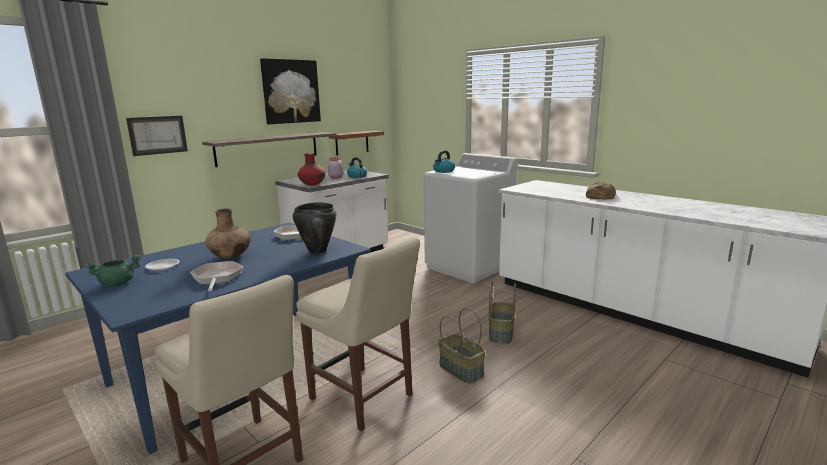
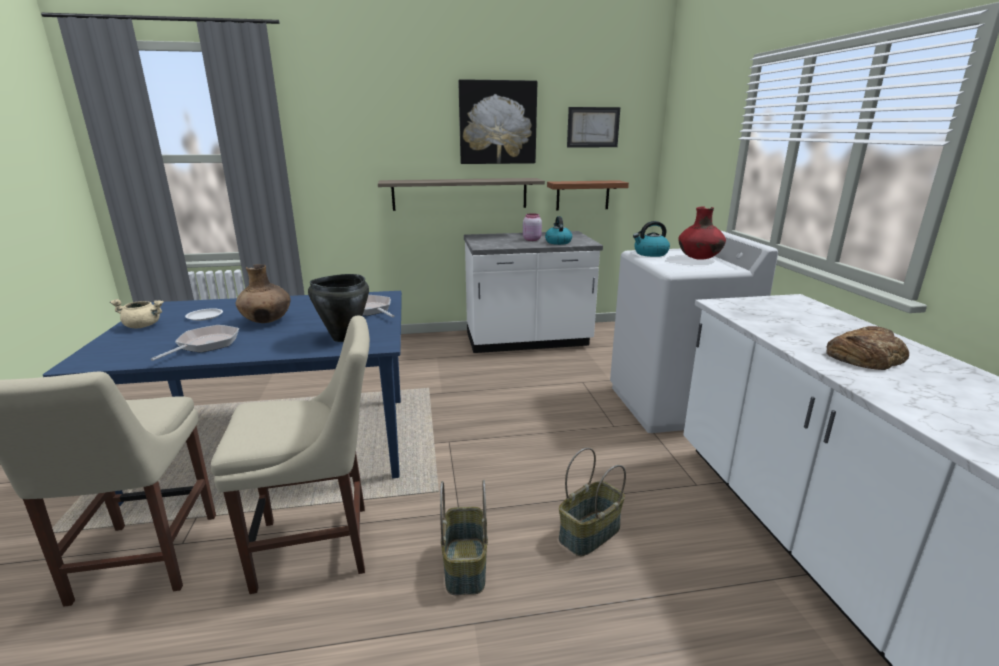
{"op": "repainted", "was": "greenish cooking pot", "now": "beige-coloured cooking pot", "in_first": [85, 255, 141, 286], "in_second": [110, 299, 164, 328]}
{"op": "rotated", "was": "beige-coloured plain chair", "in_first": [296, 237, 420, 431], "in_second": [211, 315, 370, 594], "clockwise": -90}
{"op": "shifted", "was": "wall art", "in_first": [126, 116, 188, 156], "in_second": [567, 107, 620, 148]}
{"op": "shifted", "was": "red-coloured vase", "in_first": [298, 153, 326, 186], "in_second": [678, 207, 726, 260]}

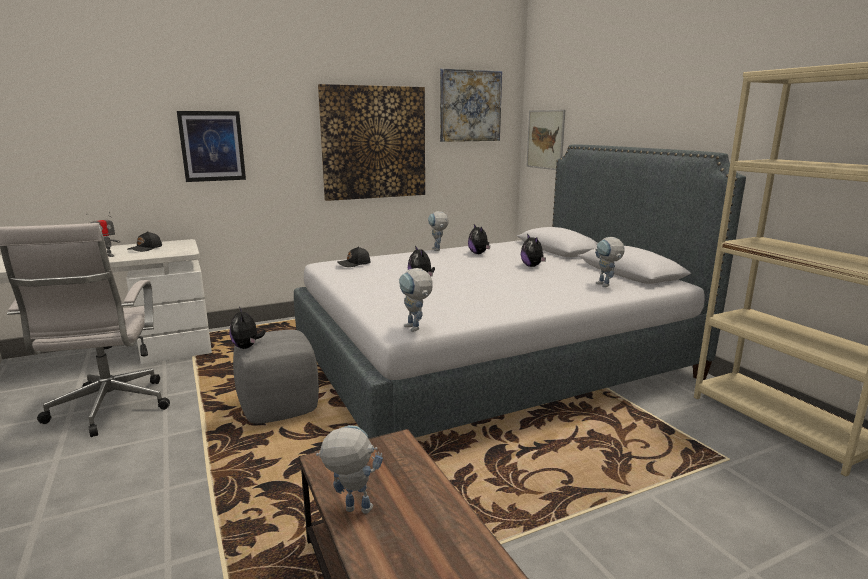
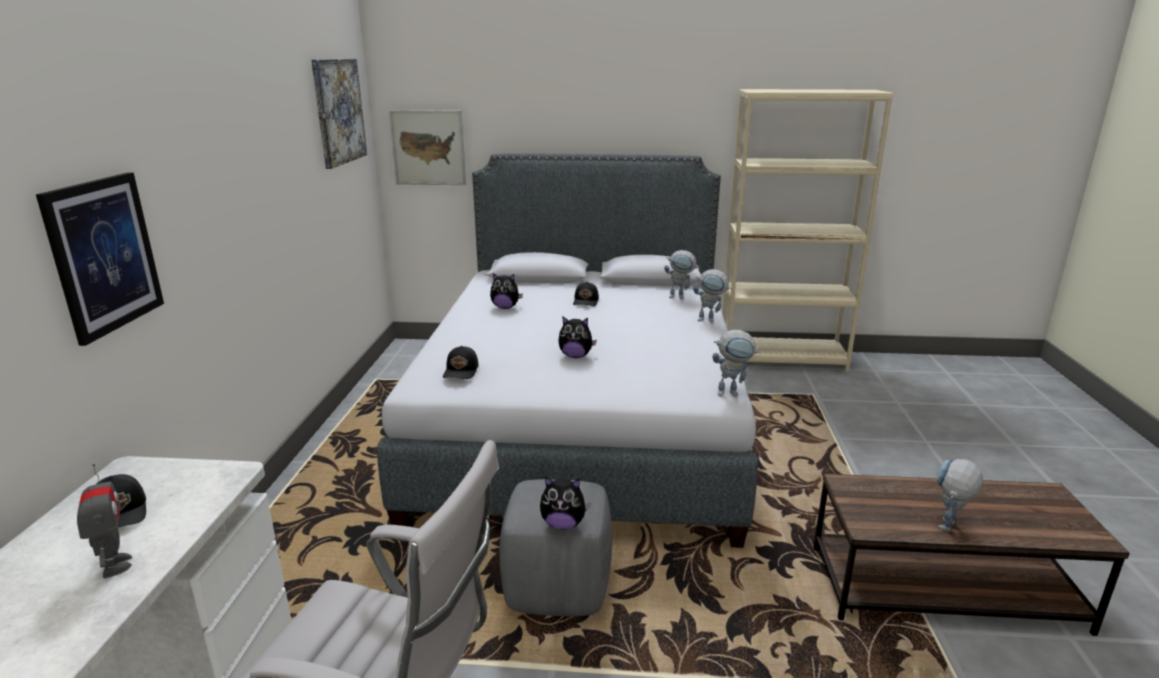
{"op": "swapped", "was": "plush toy", "now": "black baseball cap", "in_first": [521, 234, 546, 267], "in_second": [573, 282, 599, 306]}
{"op": "shifted", "was": "model robot", "in_first": [428, 211, 448, 251], "in_second": [693, 269, 732, 323]}
{"op": "gone", "was": "wall art", "in_first": [318, 84, 425, 201]}

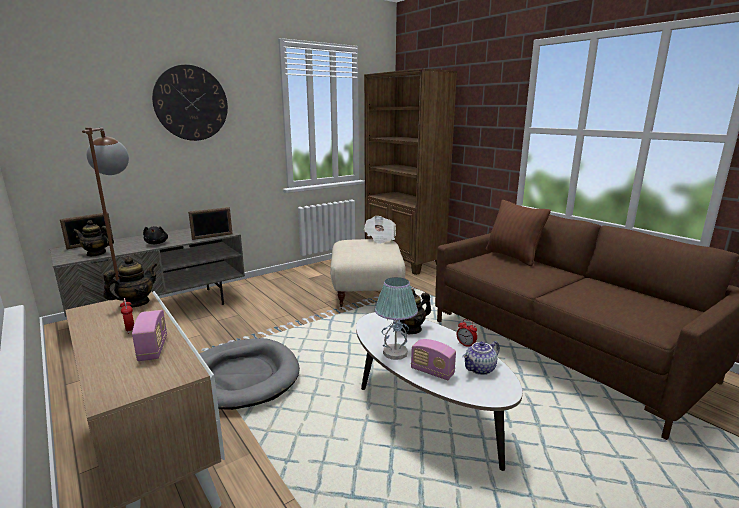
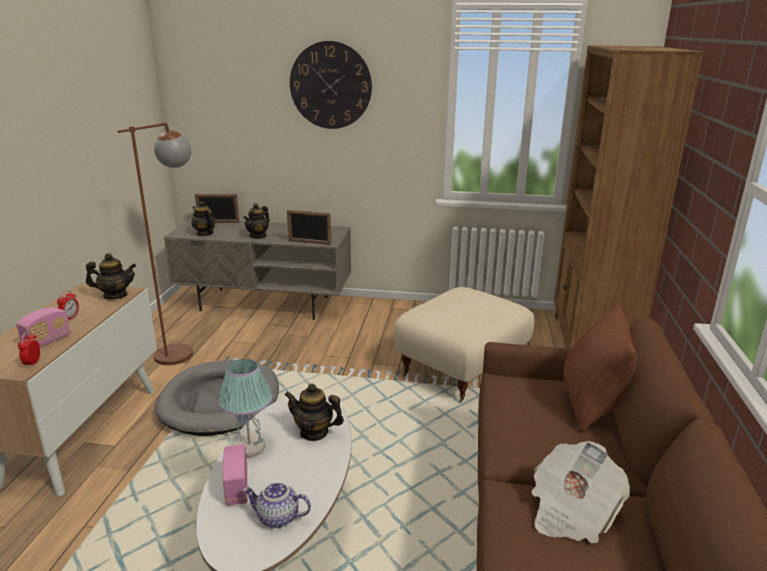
{"op": "shifted", "was": "bedside clock", "in_first": [457, 319, 477, 347], "in_second": [18, 332, 40, 368]}
{"op": "swapped", "was": "black plush toy", "now": "teapot", "in_first": [143, 226, 168, 244], "in_second": [243, 203, 270, 239]}
{"op": "shifted", "was": "newspaper", "in_first": [364, 216, 396, 244], "in_second": [531, 441, 630, 543]}

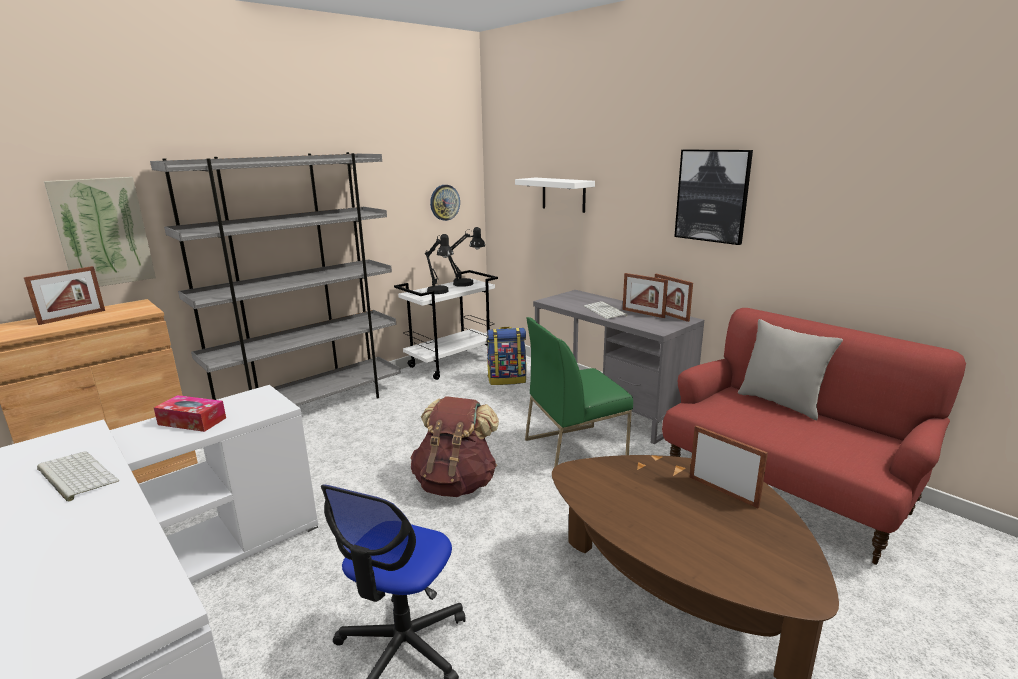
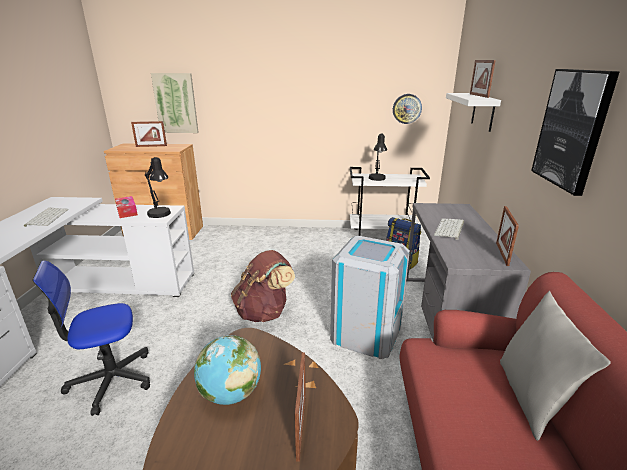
{"op": "shifted", "was": "black tabletop lamp", "in_first": [448, 227, 485, 287], "in_second": [145, 157, 171, 218]}
{"op": "new", "now": "world globe", "in_second": [194, 335, 261, 405]}
{"op": "swapped", "was": "greenish plain chair", "now": "greyish rubbish bin", "in_first": [525, 317, 633, 468], "in_second": [330, 236, 410, 359]}
{"op": "shifted", "was": "picture frame", "in_first": [623, 273, 668, 318], "in_second": [470, 60, 496, 98]}
{"op": "gone", "was": "greyish bookshelf", "in_first": [150, 152, 401, 406]}

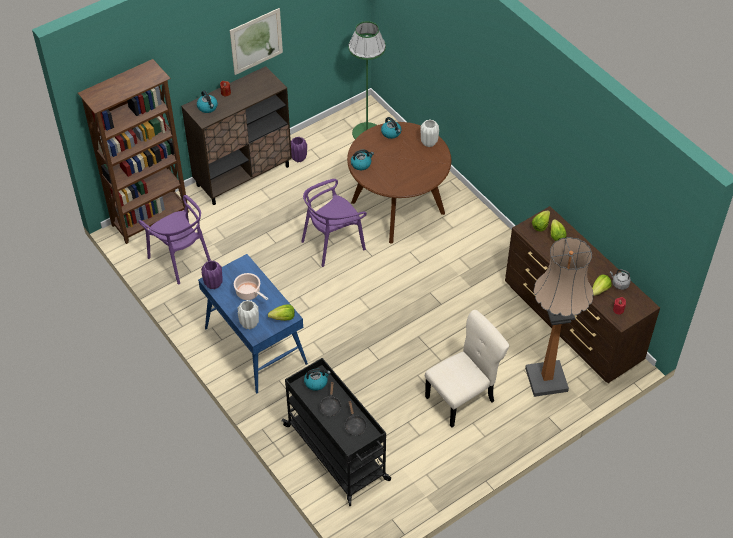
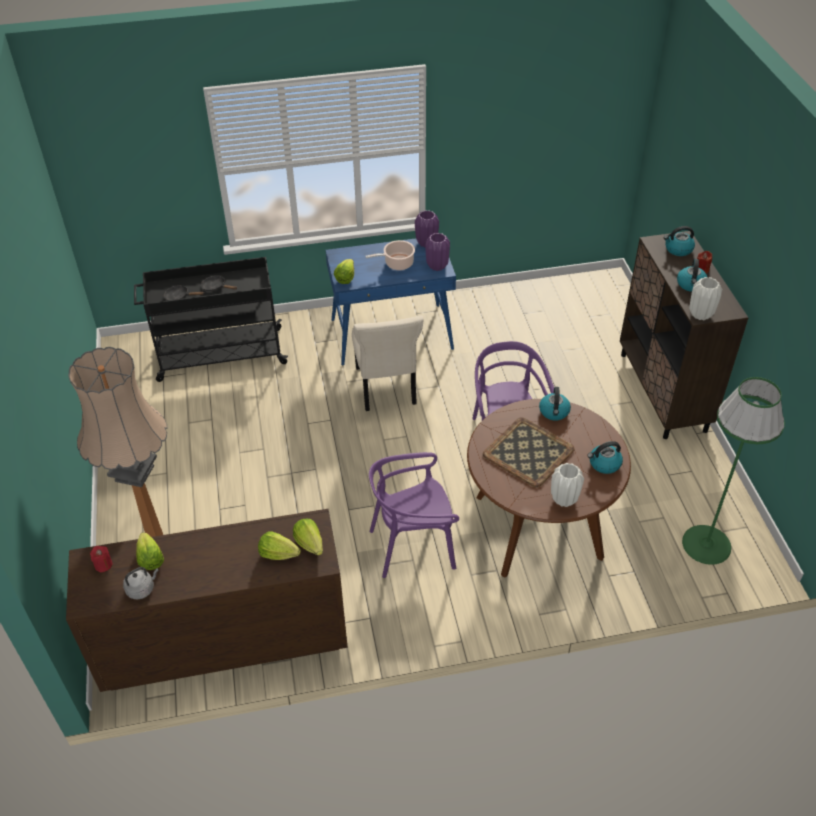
{"op": "shifted", "was": "beige-coloured plain chair", "in_first": [425, 310, 509, 427], "in_second": [352, 315, 423, 411]}
{"op": "shifted", "was": "purple plain chair", "in_first": [138, 195, 211, 285], "in_second": [369, 452, 459, 578]}
{"op": "shifted", "was": "purple vase", "in_first": [291, 137, 307, 162], "in_second": [425, 233, 450, 271]}
{"op": "new", "now": "carrying tray", "in_second": [483, 417, 575, 488]}
{"op": "shifted", "was": "water kettle", "in_first": [304, 368, 331, 391], "in_second": [677, 259, 708, 292]}
{"op": "shifted", "was": "white-coloured vase", "in_first": [237, 300, 259, 329], "in_second": [689, 277, 722, 320]}
{"op": "gone", "was": "brown-coloured bookshelf", "in_first": [78, 59, 189, 244]}
{"op": "gone", "was": "wall art", "in_first": [230, 8, 283, 75]}

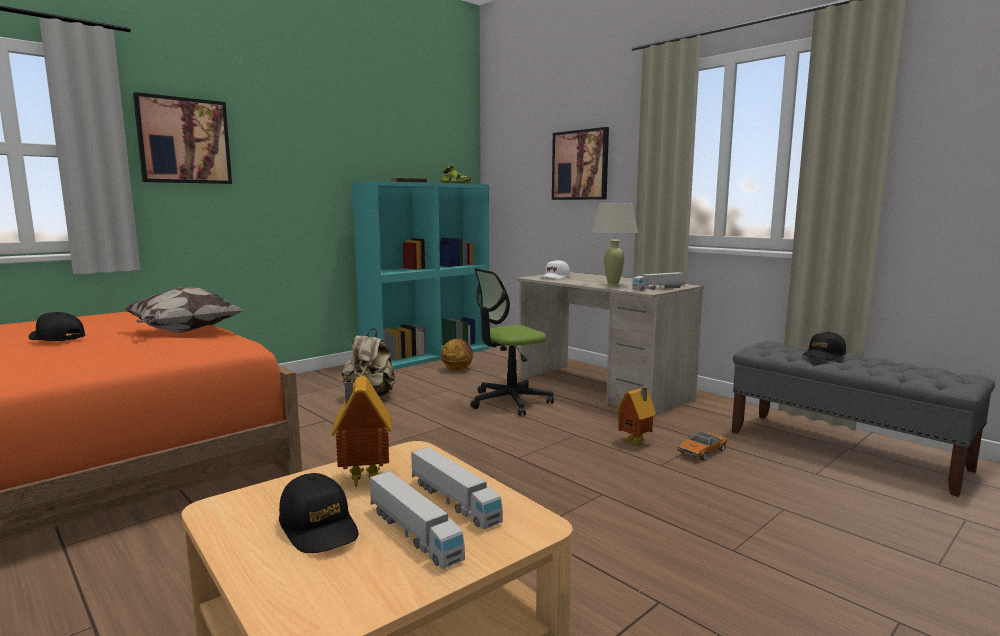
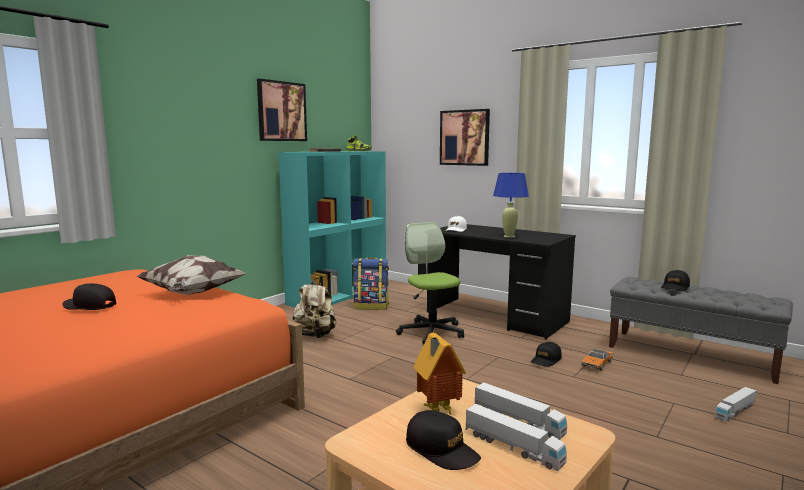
{"op": "shifted", "was": "wall art", "in_first": [133, 92, 232, 184], "in_second": [257, 78, 307, 141]}
{"op": "swapped", "was": "basketball ball", "now": "knapsack", "in_first": [441, 339, 473, 371], "in_second": [353, 257, 389, 310]}
{"op": "rotated", "was": "desk chair", "in_first": [470, 268, 554, 416], "in_second": [396, 222, 464, 344], "clockwise": 105}
{"op": "repainted", "was": "beige-coloured desk table", "now": "black desk table", "in_first": [516, 272, 704, 417], "in_second": [427, 224, 576, 339]}
{"op": "repainted", "was": "beige-coloured tabletop lamp", "now": "blue tabletop lamp", "in_first": [592, 203, 638, 286], "in_second": [493, 173, 529, 238]}
{"op": "swapped", "was": "toy house", "now": "black baseball cap", "in_first": [616, 387, 656, 445], "in_second": [531, 342, 562, 367]}
{"op": "shifted", "was": "model truck", "in_first": [632, 272, 685, 291], "in_second": [715, 387, 756, 422]}

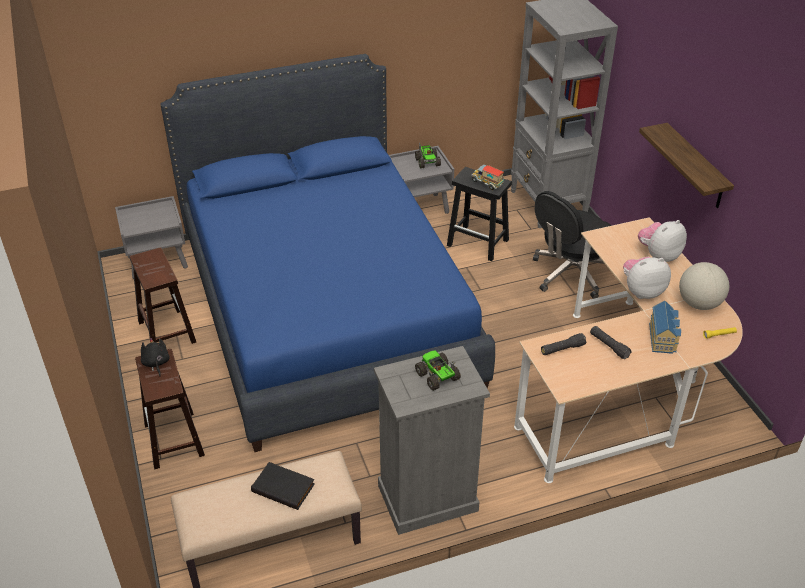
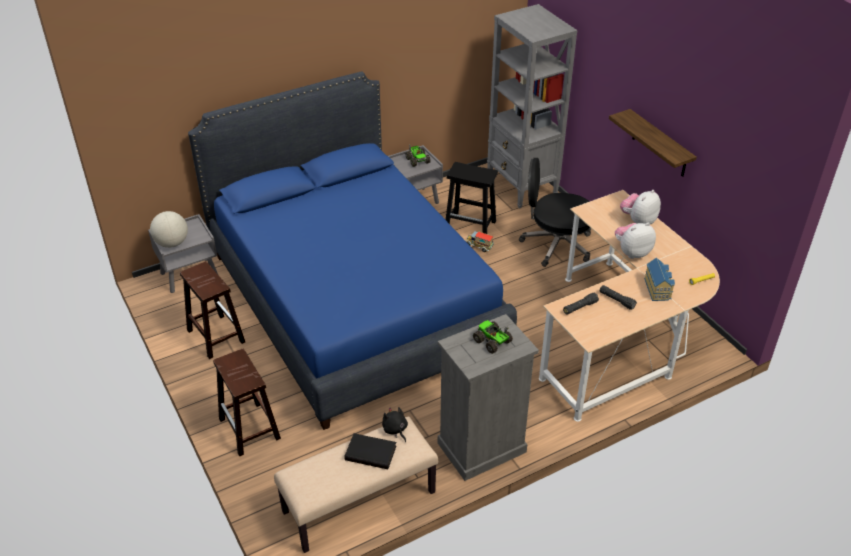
{"op": "shifted", "was": "world globe", "in_first": [679, 262, 729, 310], "in_second": [150, 211, 188, 248]}
{"op": "shifted", "was": "black plush toy", "in_first": [141, 338, 170, 376], "in_second": [382, 407, 408, 442]}
{"op": "shifted", "was": "model truck", "in_first": [472, 164, 504, 190], "in_second": [465, 231, 494, 252]}
{"op": "rotated", "was": "black desk chair", "in_first": [533, 191, 612, 299], "in_second": [519, 158, 591, 267], "clockwise": 60}

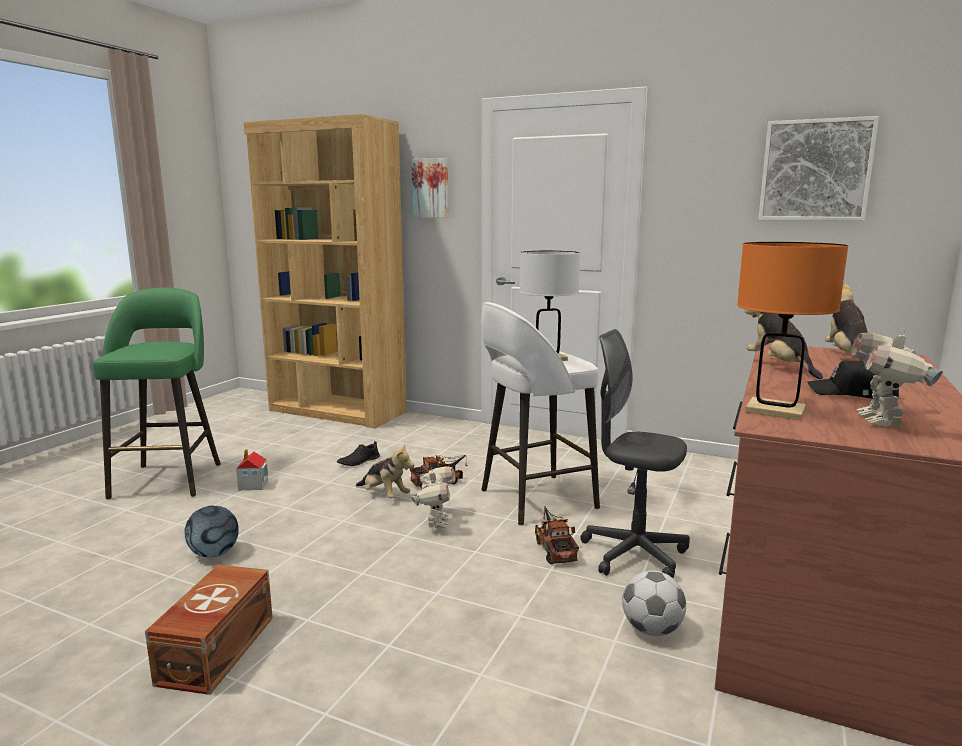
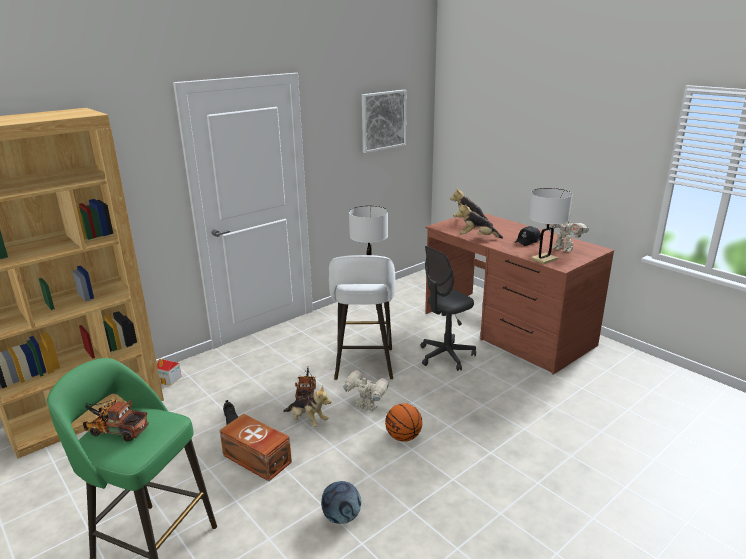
{"op": "shifted", "was": "model truck", "in_first": [535, 506, 579, 564], "in_second": [83, 399, 149, 441]}
{"op": "shifted", "was": "toy house", "in_first": [236, 449, 268, 490], "in_second": [157, 359, 182, 386]}
{"op": "shifted", "was": "brown-coloured storage container", "in_first": [145, 565, 273, 695], "in_second": [220, 414, 292, 481]}
{"op": "rotated", "was": "plush toy", "in_first": [356, 445, 414, 498], "in_second": [283, 386, 332, 427], "clockwise": 60}
{"op": "new", "now": "basketball ball", "in_second": [385, 403, 422, 442]}
{"op": "repainted", "was": "orange tabletop lamp", "now": "white-coloured tabletop lamp", "in_first": [737, 242, 848, 420], "in_second": [529, 188, 572, 264]}
{"op": "gone", "was": "wall art", "in_first": [412, 158, 448, 218]}
{"op": "gone", "was": "football ball", "in_first": [622, 570, 686, 636]}

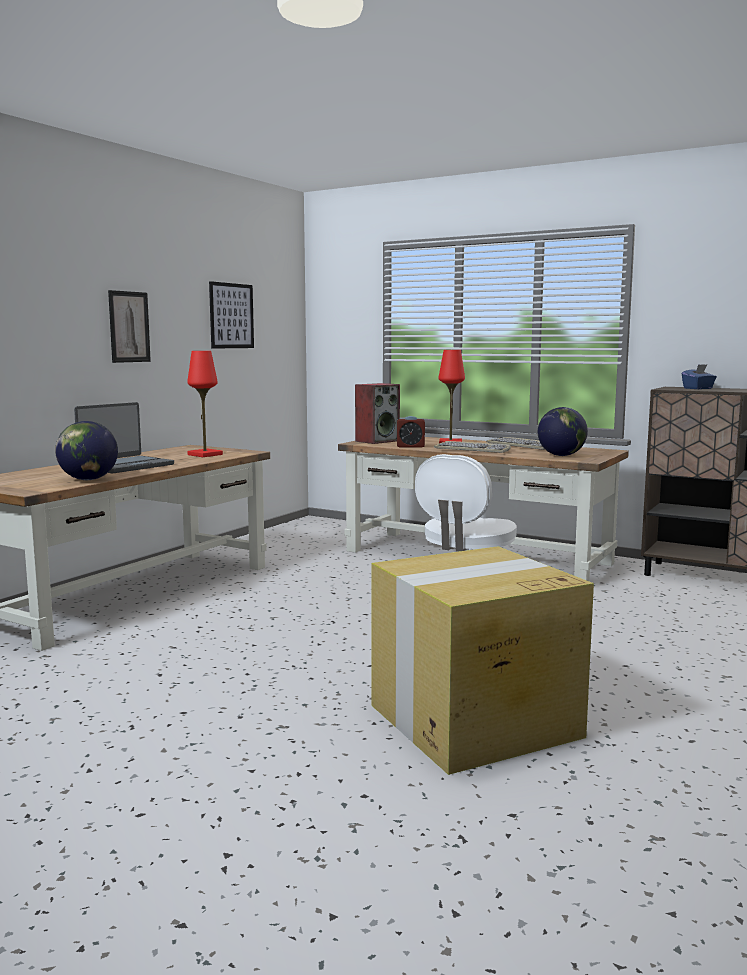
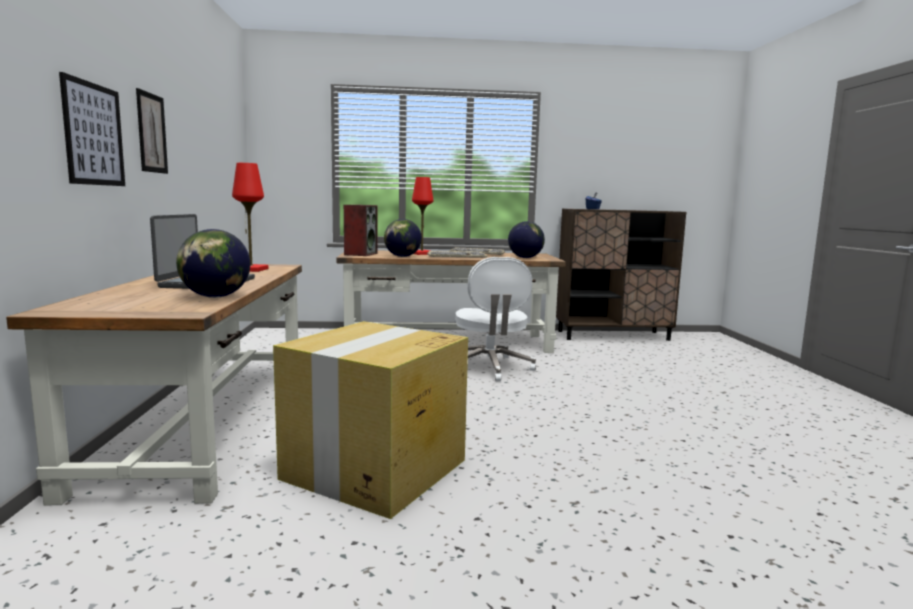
{"op": "shifted", "was": "wall art", "in_first": [209, 281, 254, 349], "in_second": [59, 72, 125, 186]}
{"op": "shifted", "was": "carton", "in_first": [372, 546, 594, 775], "in_second": [273, 321, 468, 519]}
{"op": "swapped", "was": "bedside clock", "now": "world globe", "in_first": [397, 416, 425, 448], "in_second": [384, 219, 422, 257]}

